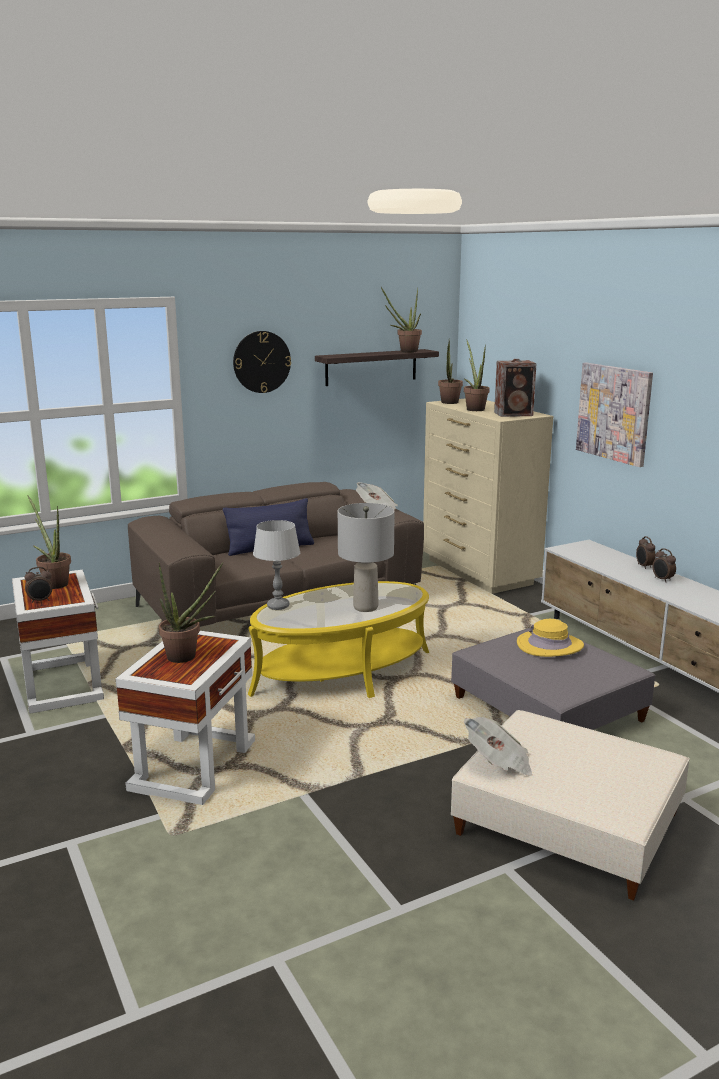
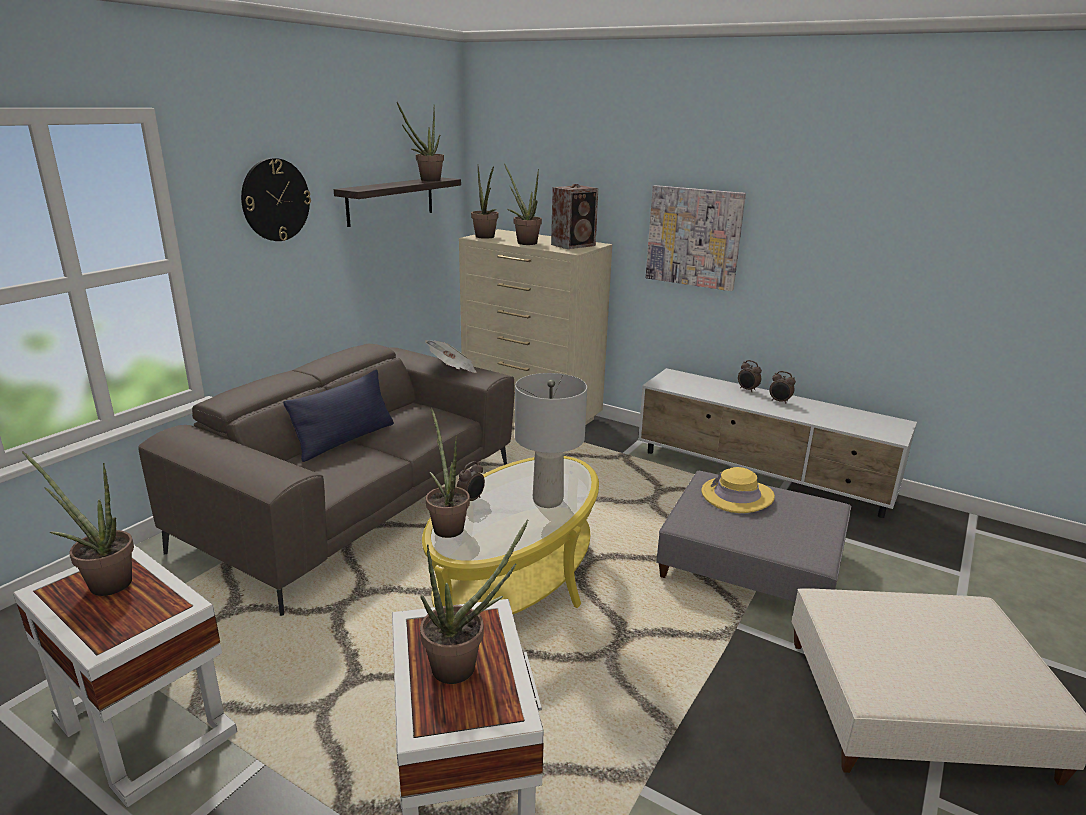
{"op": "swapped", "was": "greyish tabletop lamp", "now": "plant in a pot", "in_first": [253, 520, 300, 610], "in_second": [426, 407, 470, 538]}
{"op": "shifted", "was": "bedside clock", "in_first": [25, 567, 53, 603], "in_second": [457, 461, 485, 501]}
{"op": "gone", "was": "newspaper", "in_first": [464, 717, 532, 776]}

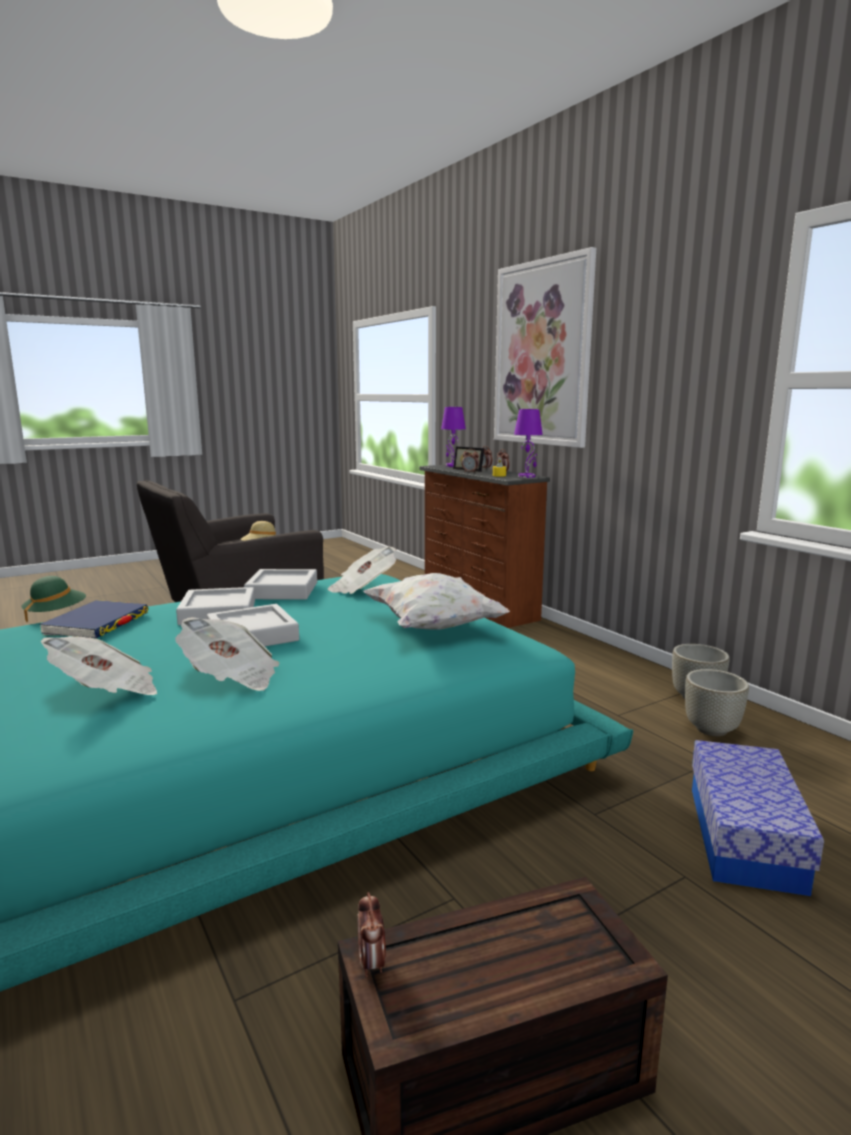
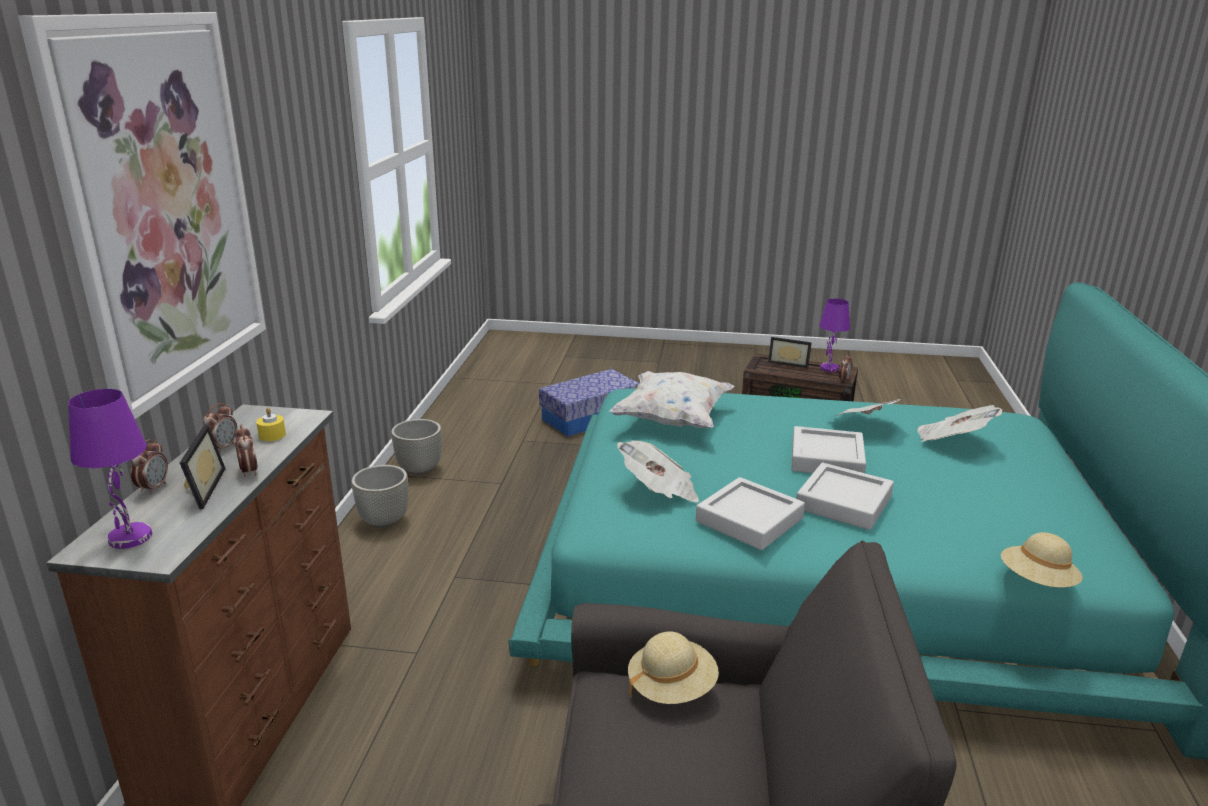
{"op": "shifted", "was": "greyish flower pot", "in_first": [685, 669, 749, 736], "in_second": [351, 465, 408, 528]}
{"op": "new", "now": "picture frame", "in_second": [768, 337, 812, 368]}
{"op": "shifted", "was": "purple tabletop lamp", "in_first": [514, 409, 543, 478], "in_second": [819, 298, 850, 372]}
{"op": "repainted", "was": "greenish wearable hat", "now": "beige-coloured wearable hat", "in_first": [21, 576, 86, 622], "in_second": [1001, 532, 1083, 588]}
{"op": "gone", "was": "blue bound book", "in_first": [39, 600, 149, 638]}

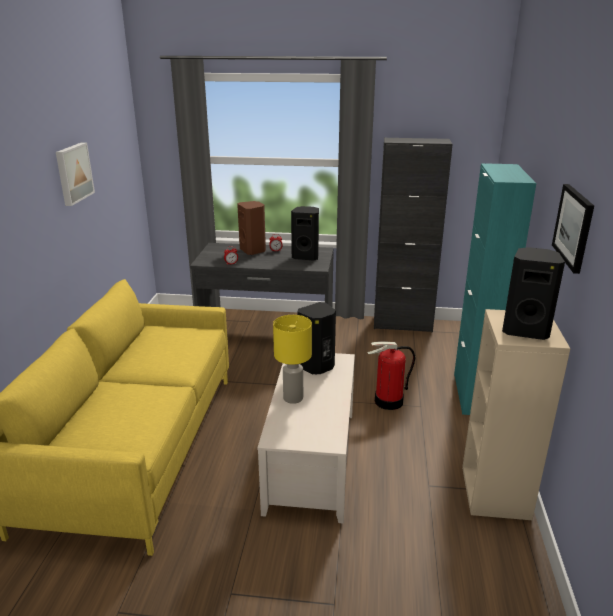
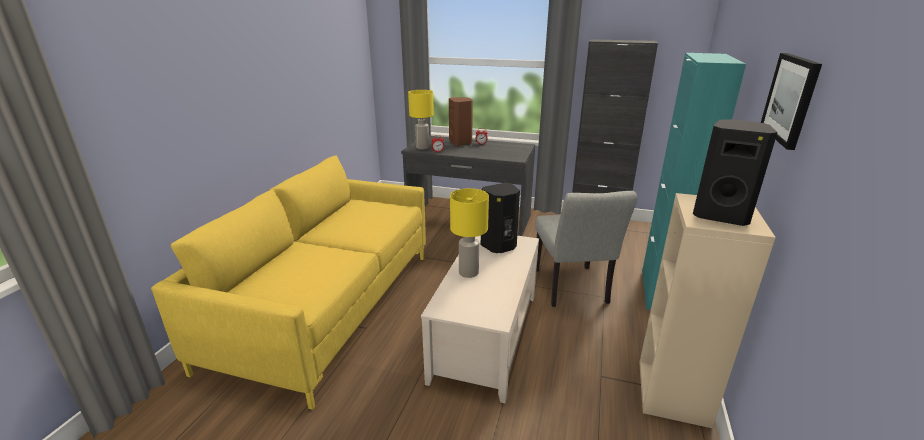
{"op": "new", "now": "yellowish tabletop lamp", "in_second": [408, 90, 434, 149]}
{"op": "swapped", "was": "fire-fighting cylinder", "now": "greyish plain chair", "in_first": [367, 341, 415, 410], "in_second": [535, 191, 638, 307]}
{"op": "gone", "was": "wall art", "in_first": [56, 143, 95, 206]}
{"op": "gone", "was": "black audio speaker", "in_first": [291, 206, 319, 261]}

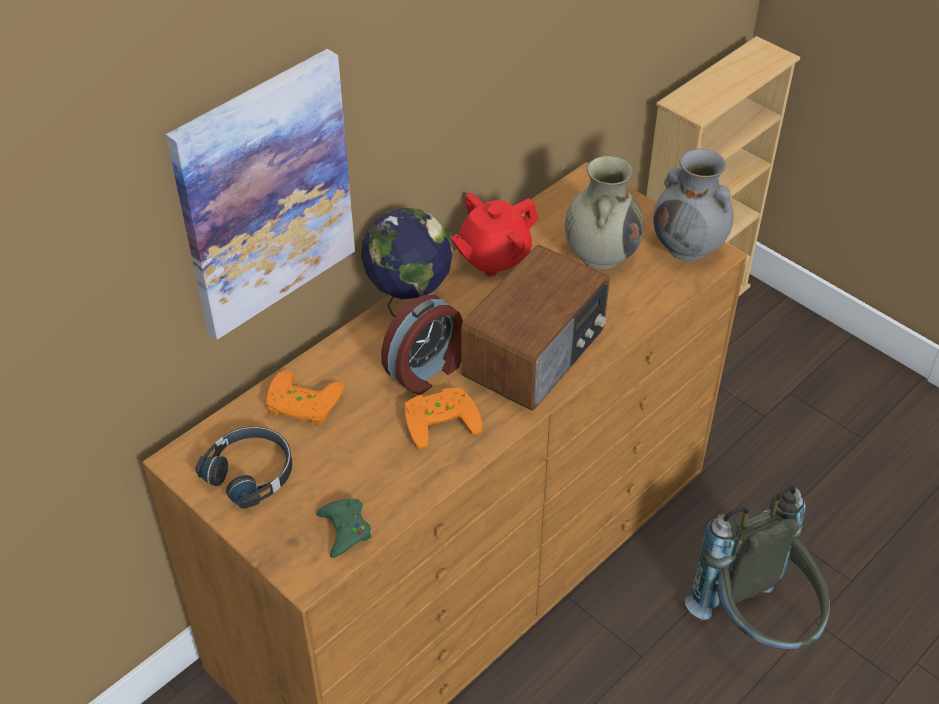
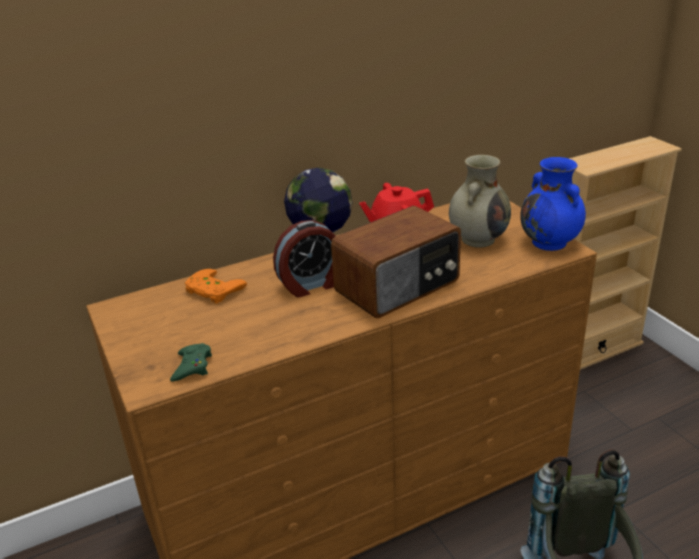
{"op": "repainted", "was": "greyish vase", "now": "blue vase", "in_first": [653, 149, 734, 261], "in_second": [520, 157, 586, 251]}
{"op": "gone", "was": "wall art", "in_first": [166, 49, 355, 340]}
{"op": "gone", "was": "black pair of headphones", "in_first": [195, 426, 292, 509]}
{"op": "gone", "was": "orange joypad", "in_first": [405, 388, 482, 450]}

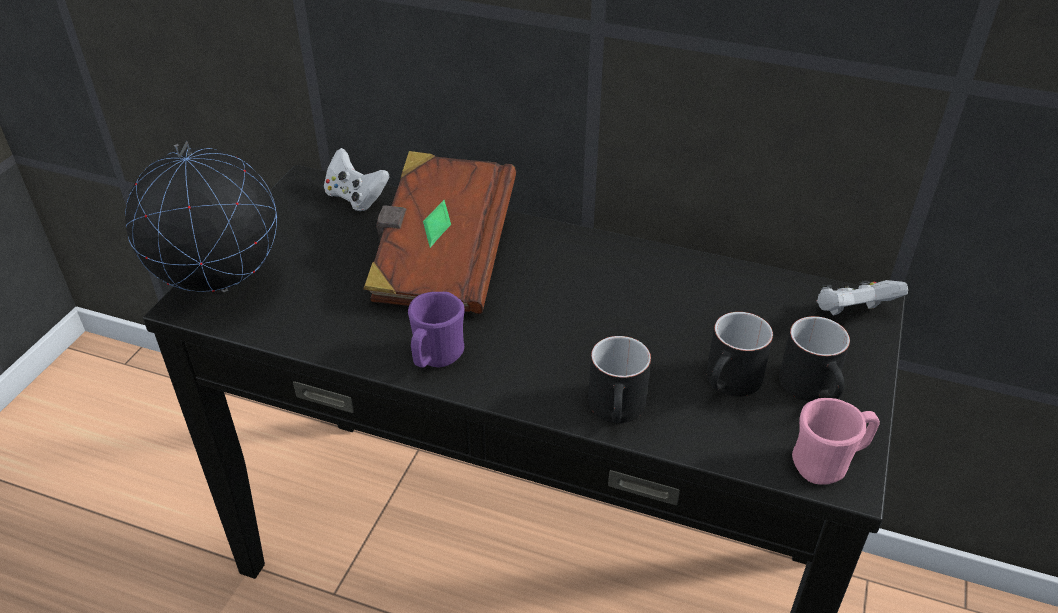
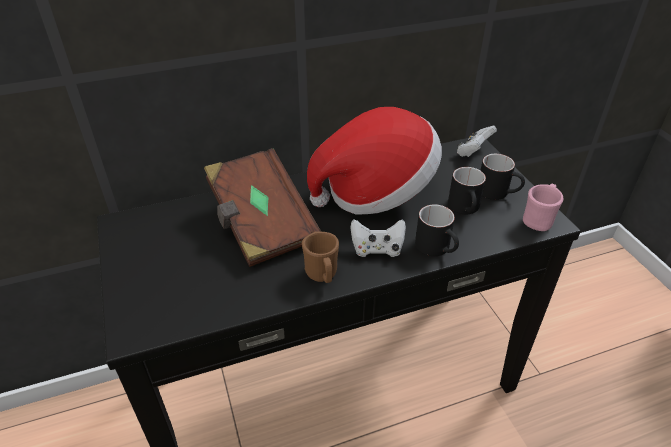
{"op": "repainted", "was": "purple coffee mug", "now": "brown-coloured coffee mug", "in_first": [408, 292, 465, 368], "in_second": [302, 231, 339, 283]}
{"op": "new", "now": "wearable hat", "in_second": [307, 107, 442, 215]}
{"op": "shifted", "was": "white-coloured joypad", "in_first": [324, 148, 390, 211], "in_second": [350, 219, 406, 257]}
{"op": "gone", "was": "world globe", "in_first": [125, 141, 277, 292]}

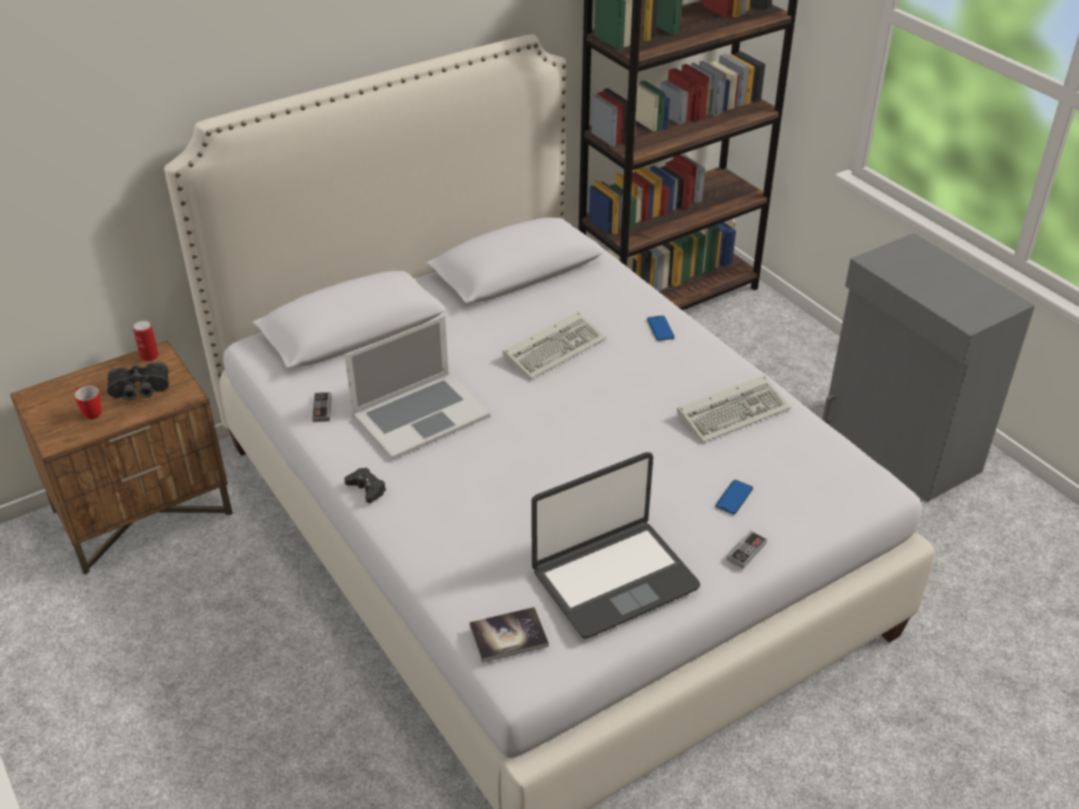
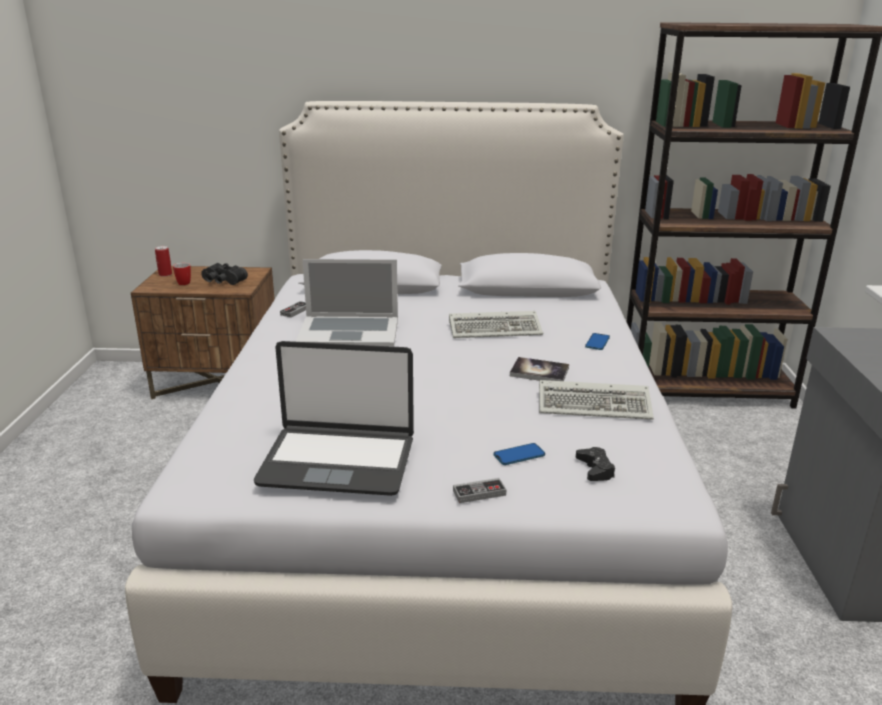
{"op": "shifted", "was": "metal can", "in_first": [133, 321, 159, 361], "in_second": [155, 246, 172, 277]}
{"op": "shifted", "was": "bound book", "in_first": [469, 607, 549, 663], "in_second": [510, 357, 569, 381]}
{"op": "shifted", "was": "black joypad", "in_first": [344, 467, 386, 503], "in_second": [576, 447, 615, 481]}

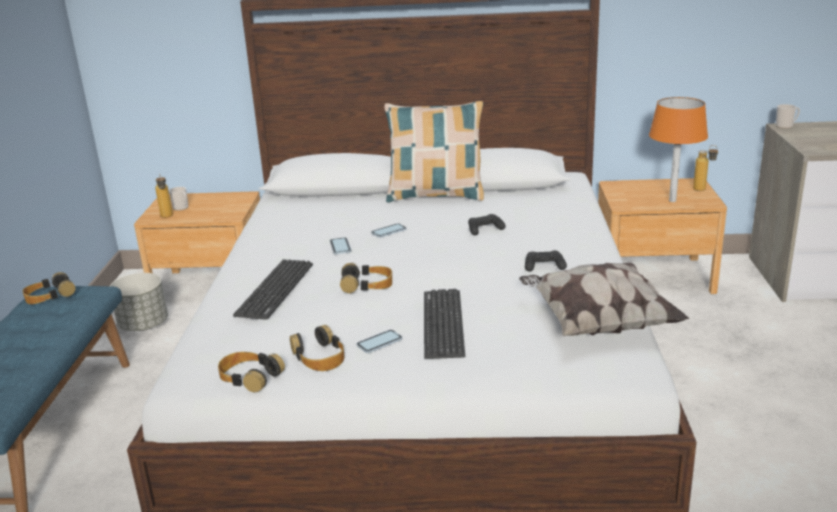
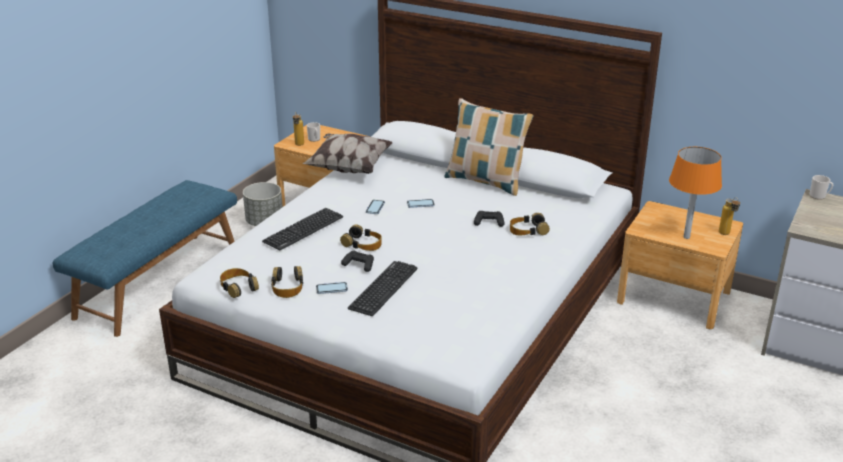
{"op": "shifted", "was": "throw pillow", "in_first": [519, 263, 690, 336], "in_second": [303, 134, 392, 174]}
{"op": "shifted", "was": "black joypad", "in_first": [525, 250, 567, 272], "in_second": [341, 251, 374, 272]}
{"op": "shifted", "was": "pair of headphones", "in_first": [22, 272, 75, 304], "in_second": [510, 213, 550, 236]}

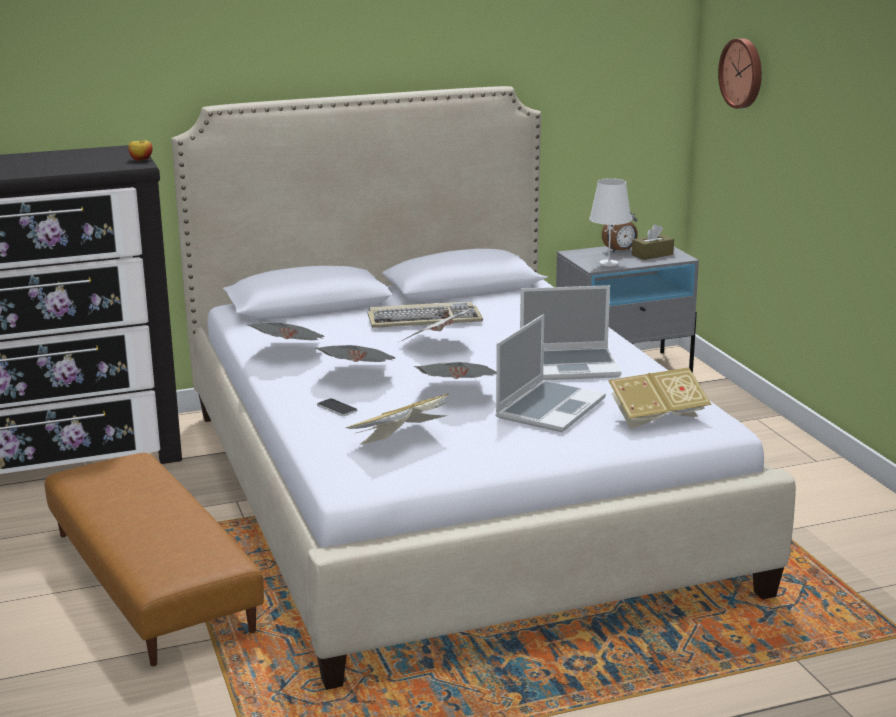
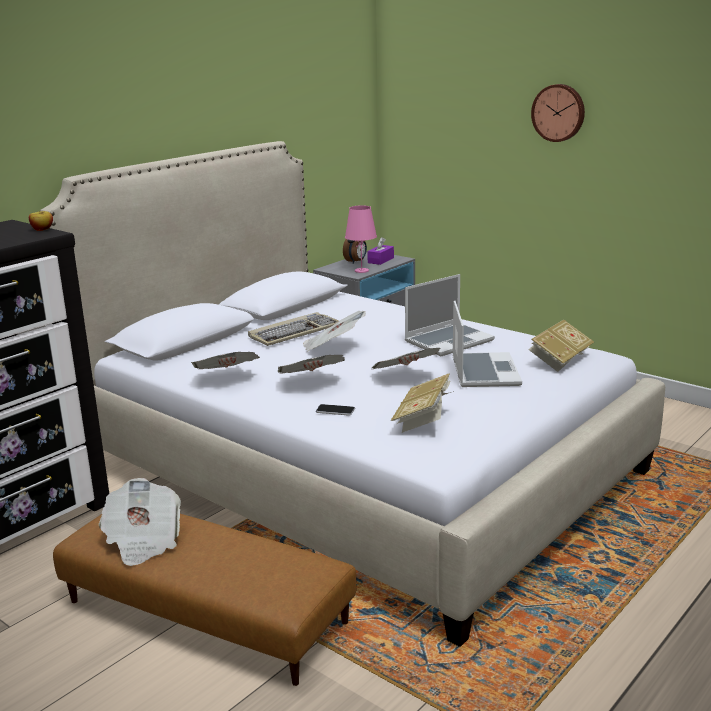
{"op": "new", "now": "newspaper", "in_second": [99, 478, 181, 566]}
{"op": "repainted", "was": "white-coloured tabletop lamp", "now": "pink tabletop lamp", "in_first": [589, 178, 632, 266], "in_second": [345, 205, 377, 273]}
{"op": "repainted", "was": "brown-coloured tissue holder", "now": "purple tissue holder", "in_first": [632, 224, 674, 260], "in_second": [367, 237, 394, 265]}
{"op": "shifted", "was": "clock on the wall", "in_first": [718, 38, 762, 109], "in_second": [531, 84, 585, 142]}

